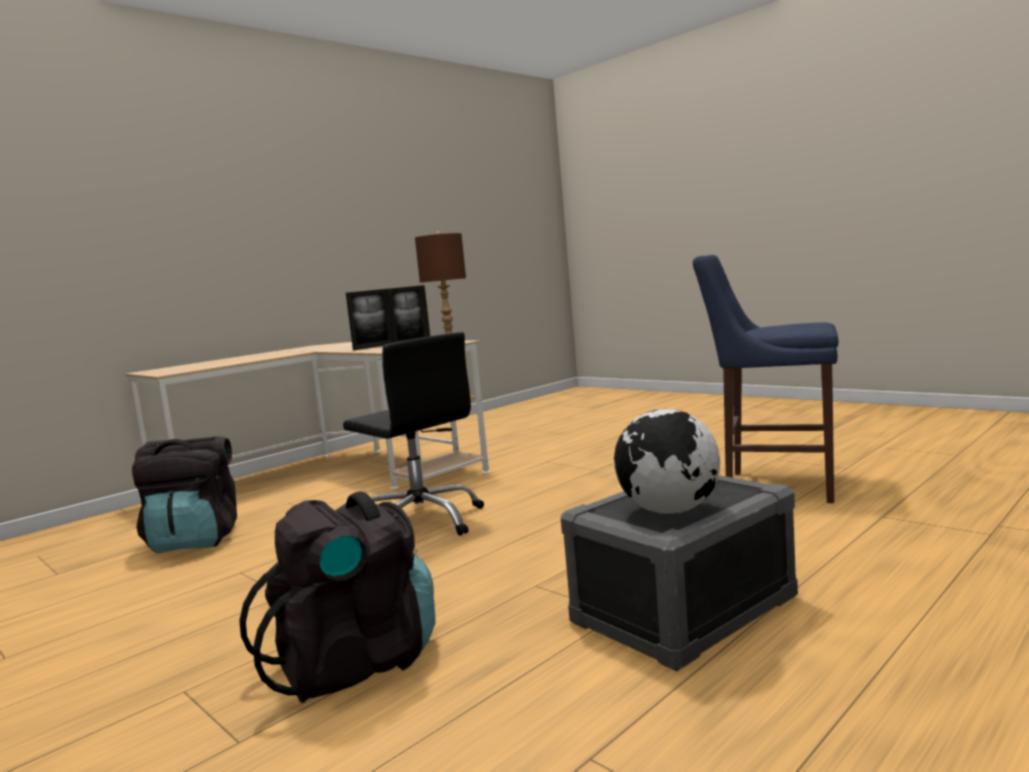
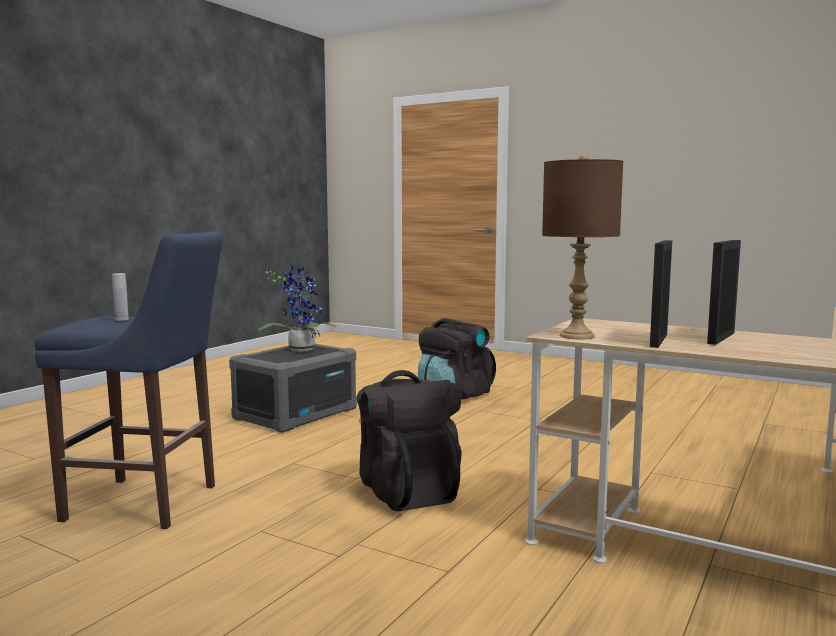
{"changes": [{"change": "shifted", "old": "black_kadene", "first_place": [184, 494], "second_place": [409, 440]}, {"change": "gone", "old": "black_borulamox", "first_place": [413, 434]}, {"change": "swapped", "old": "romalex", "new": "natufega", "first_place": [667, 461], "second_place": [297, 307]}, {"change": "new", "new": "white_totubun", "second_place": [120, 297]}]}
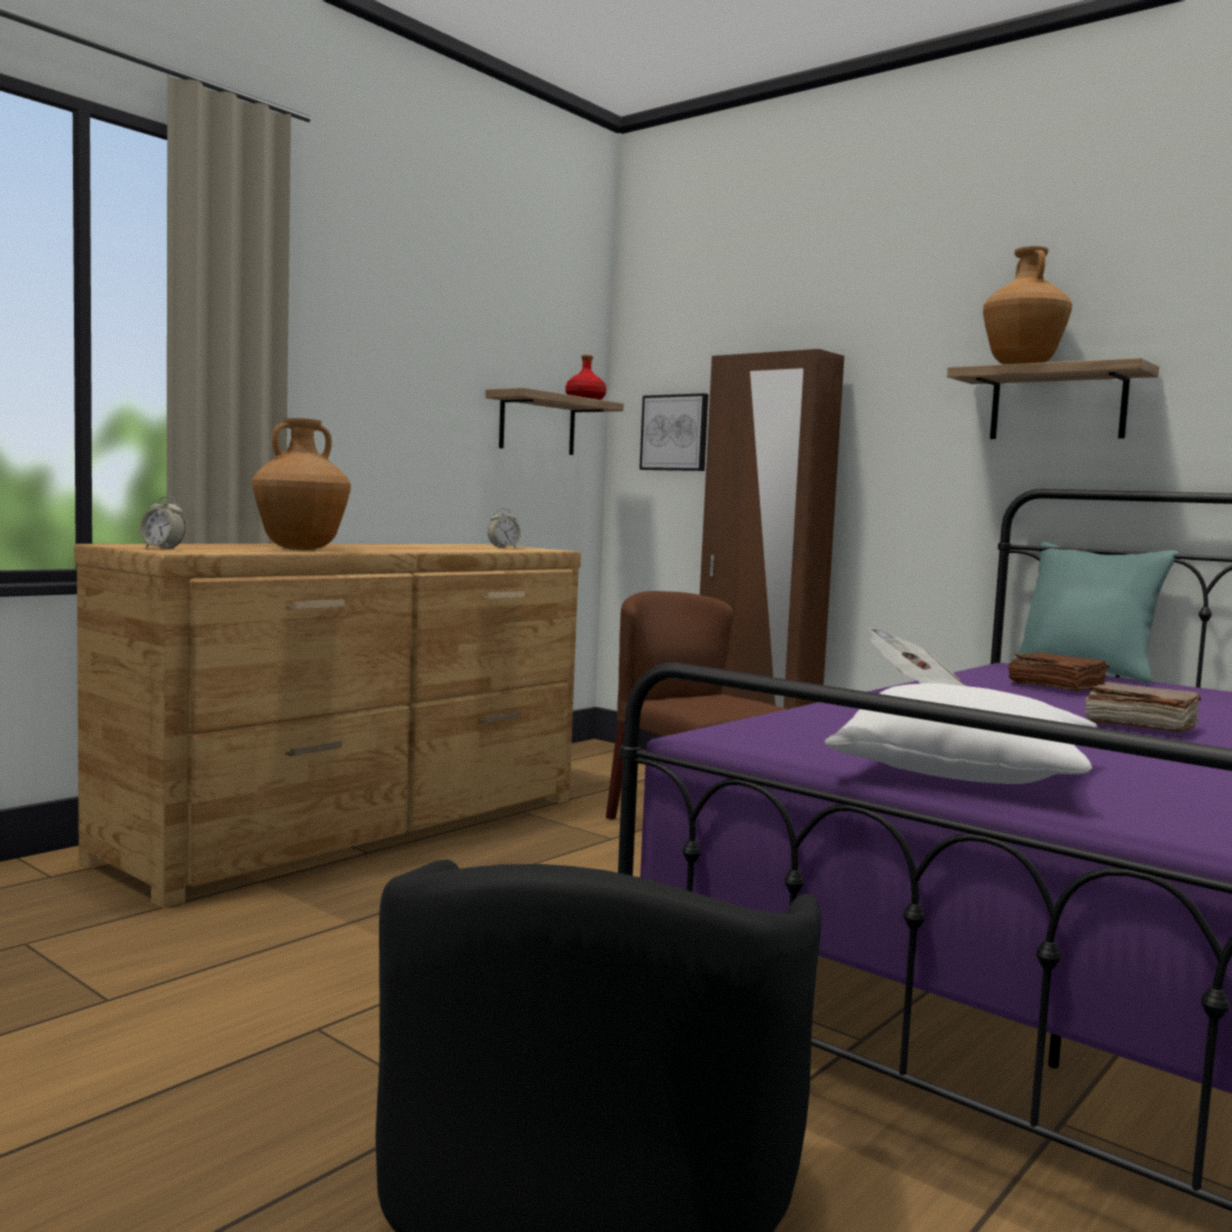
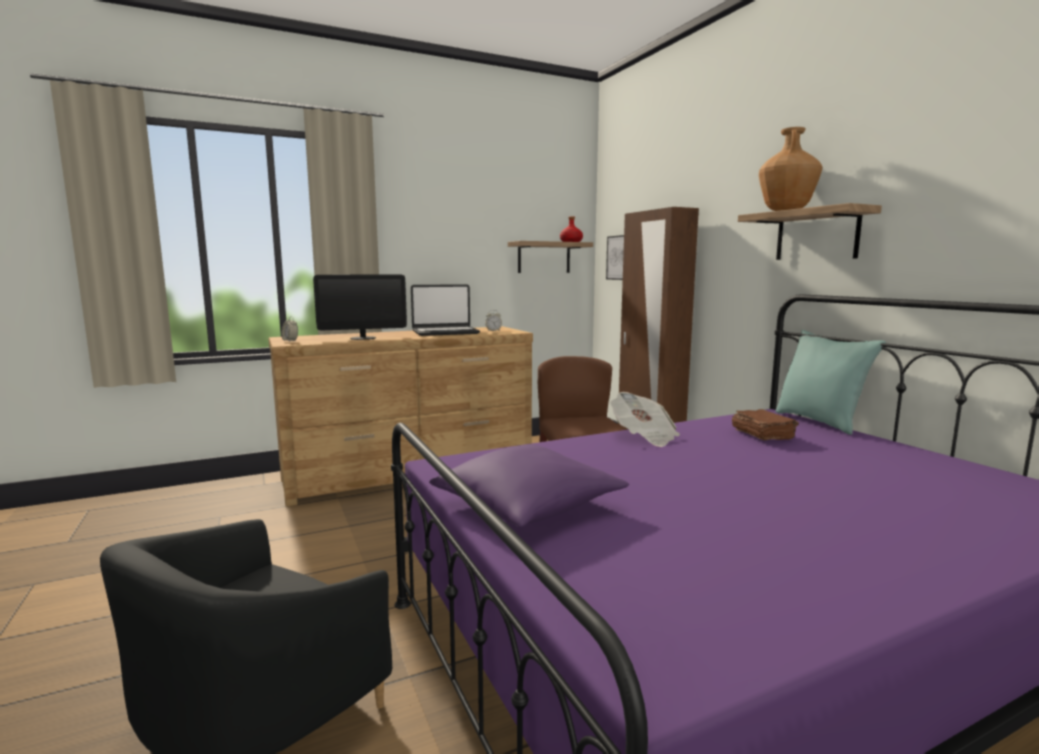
{"changes": [{"change": "swapped", "old": "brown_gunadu", "new": "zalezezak", "first_place": [301, 484], "second_place": [360, 307]}, {"change": "repainted", "old": "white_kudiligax", "new": "purple_kudiligax", "first_place": [961, 733], "second_place": [529, 486]}, {"change": "gone", "old": "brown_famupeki", "first_place": [1143, 707]}, {"change": "new", "new": "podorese", "second_place": [445, 310]}]}
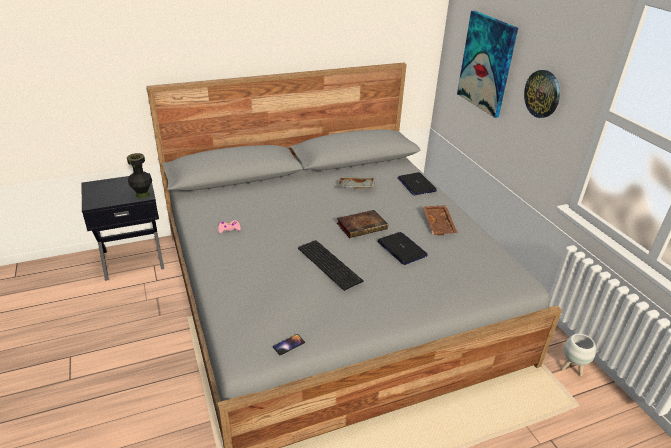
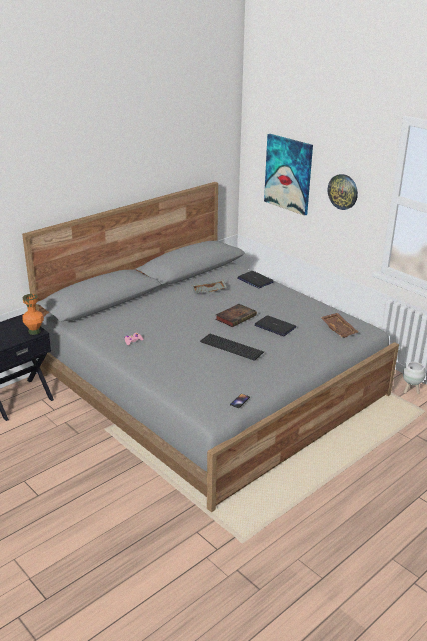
{"changes": [{"change": "repainted", "old": "black_gunadu", "new": "orange_gunadu", "first_place": [139, 175], "second_place": [33, 314]}, {"change": "shifted", "old": "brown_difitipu", "first_place": [440, 220], "second_place": [339, 325]}]}
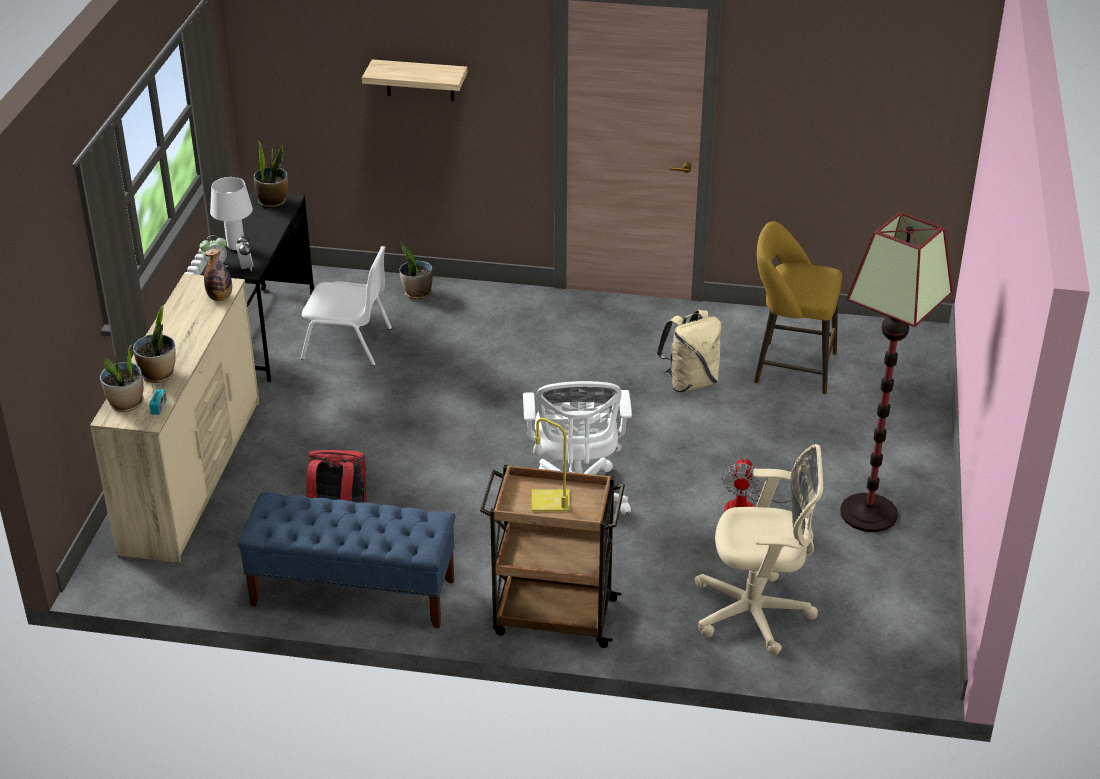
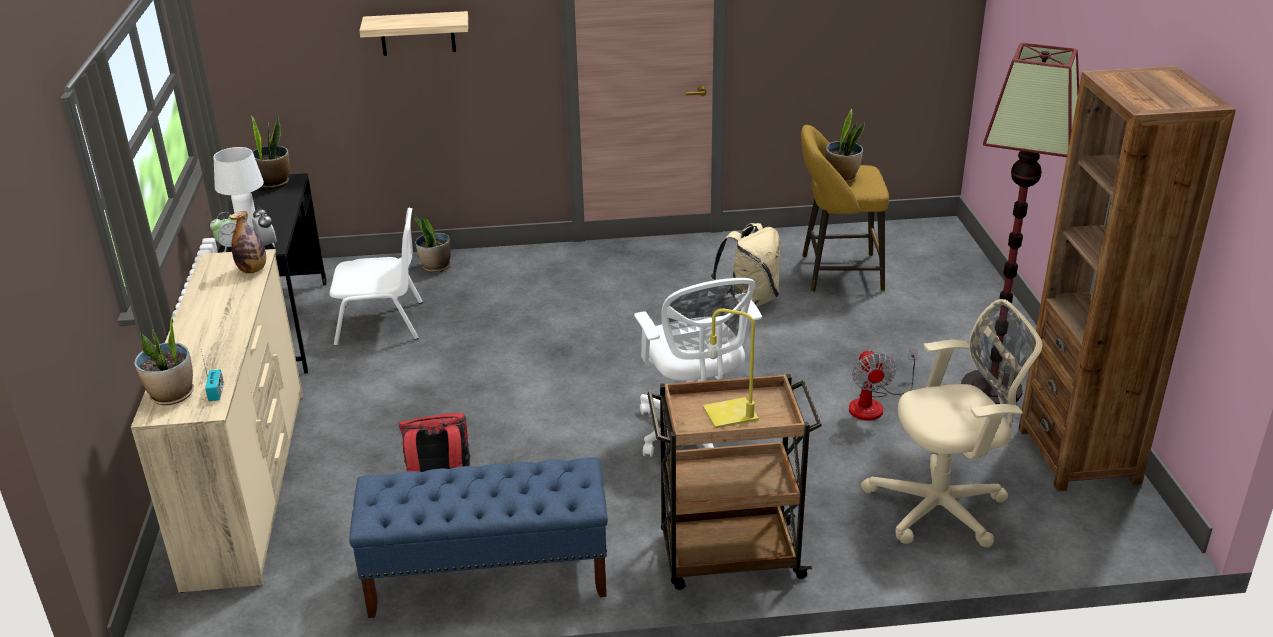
{"changes": [{"change": "shifted", "old": "natufega", "first_place": [154, 343], "second_place": [845, 146]}, {"change": "new", "new": "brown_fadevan", "second_place": [1127, 278]}]}
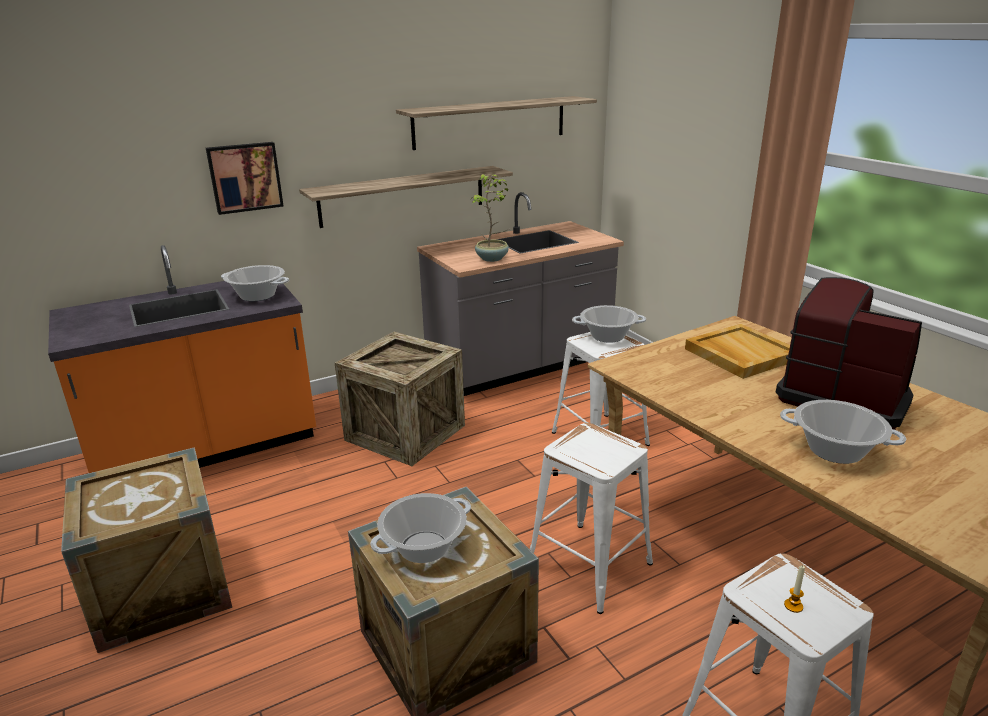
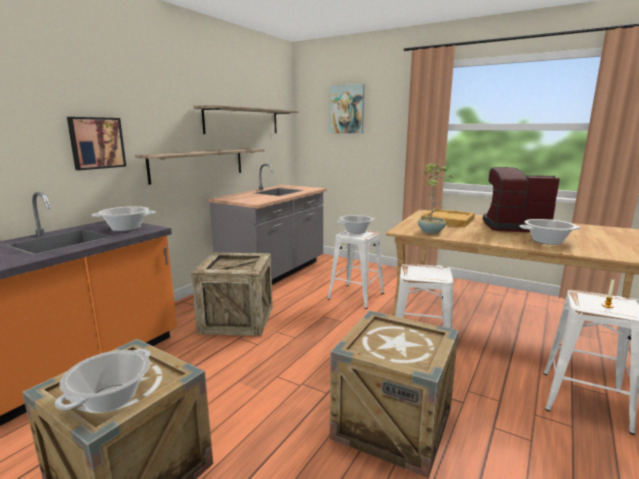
{"changes": [{"change": "shifted", "old": "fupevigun", "first_place": [420, 528], "second_place": [102, 380]}, {"change": "shifted", "old": "natufega", "first_place": [490, 218], "second_place": [436, 198]}, {"change": "new", "new": "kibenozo", "second_place": [347, 109]}]}
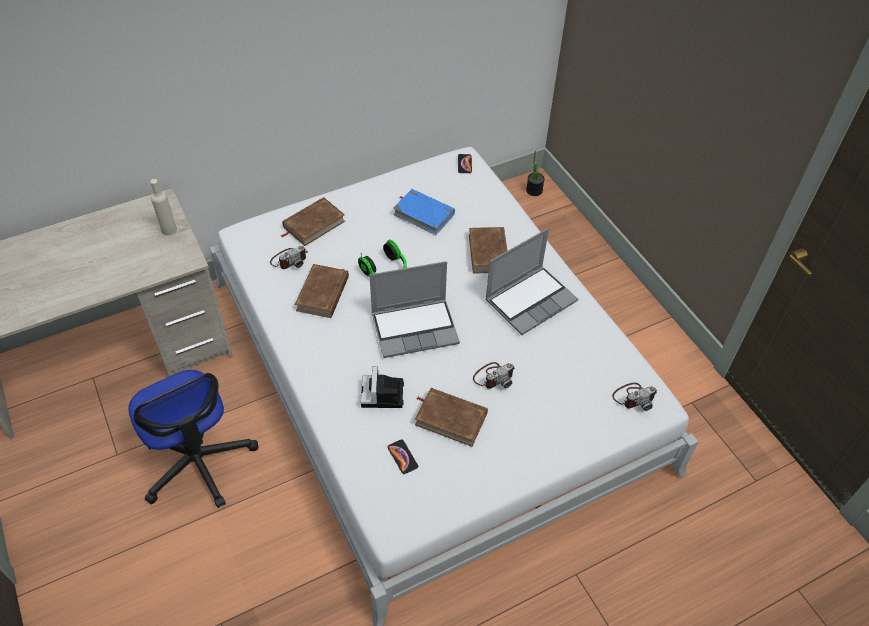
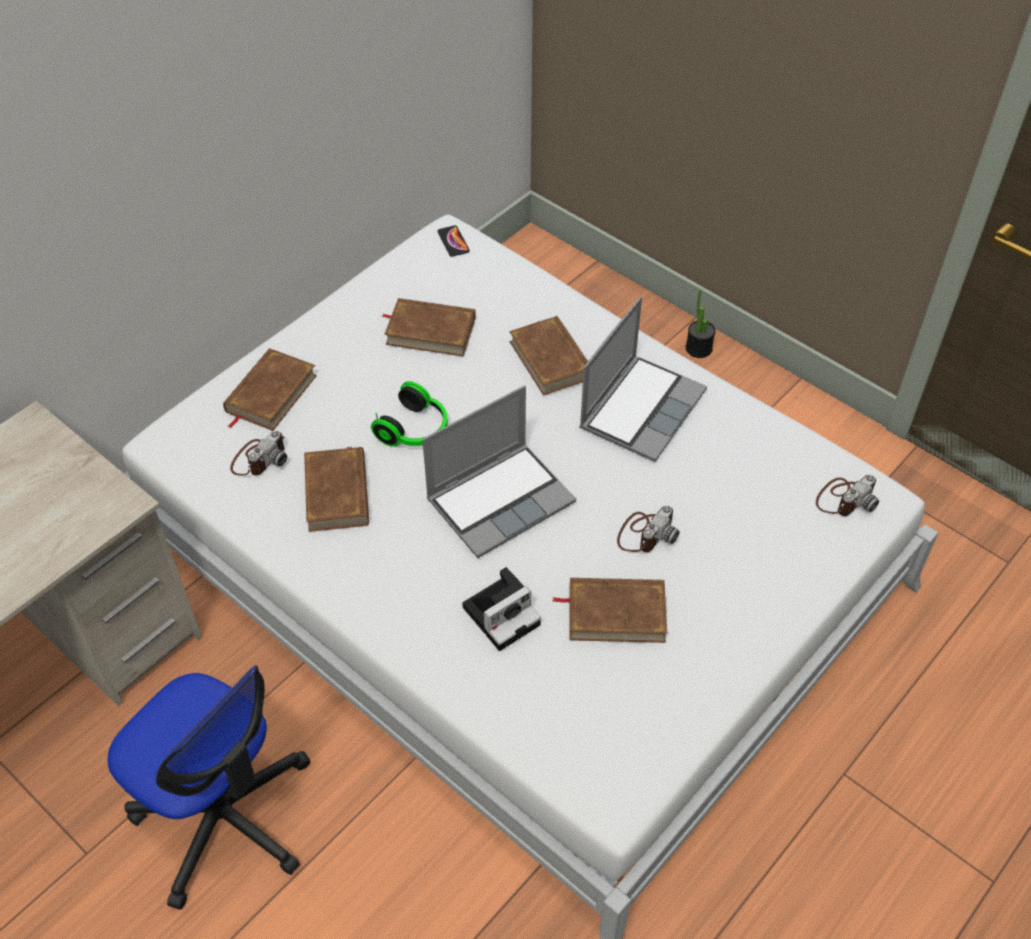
{"changes": [{"change": "gone", "old": "beige_totubun", "first_place": [163, 207]}, {"change": "rotated", "old": "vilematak", "first_place": [382, 387], "second_place": [501, 609], "degrees": -105}, {"change": "gone", "old": "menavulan", "first_place": [403, 456]}, {"change": "repainted", "old": "blue_famupeki", "new": "brown_famupeki", "first_place": [424, 212], "second_place": [429, 327]}, {"change": "shifted", "old": "natufega", "first_place": [535, 173], "second_place": [701, 323]}]}
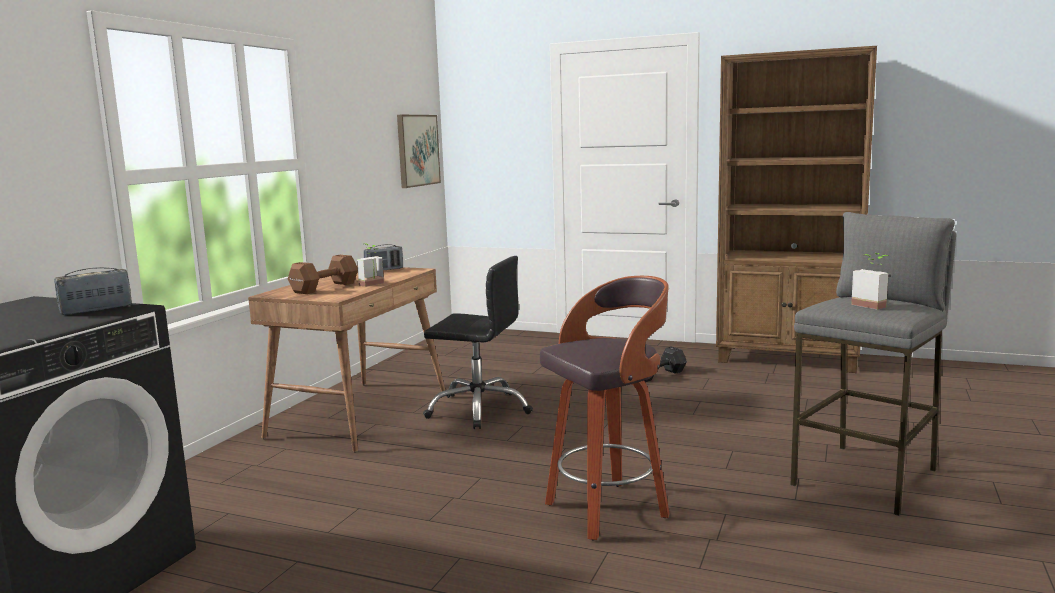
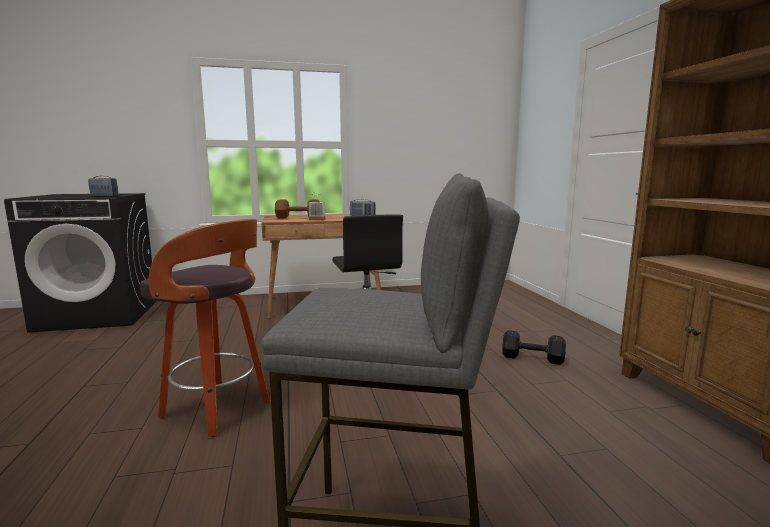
{"changes": [{"change": "gone", "old": "kibenozo", "first_place": [419, 151]}, {"change": "gone", "old": "natufega", "first_place": [870, 281]}]}
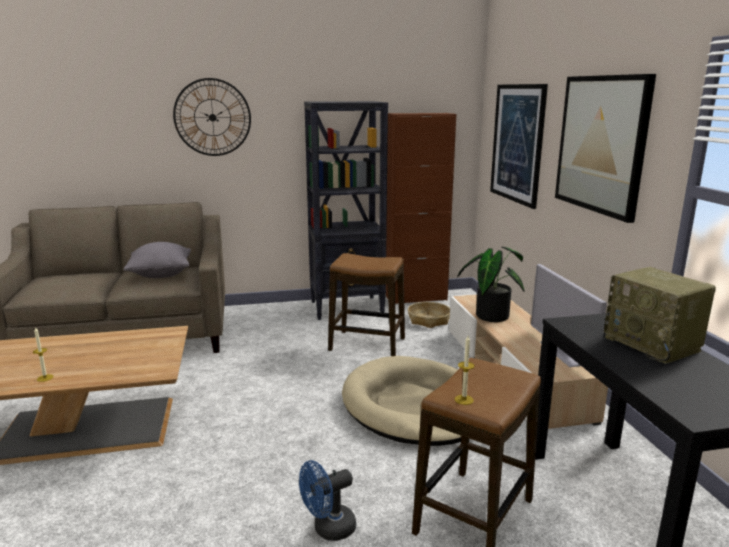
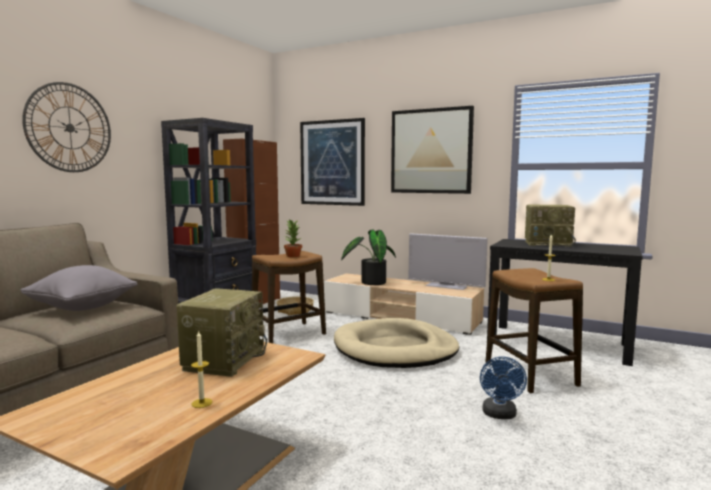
{"changes": [{"change": "new", "new": "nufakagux", "second_place": [221, 333]}, {"change": "new", "new": "natufega", "second_place": [293, 238]}]}
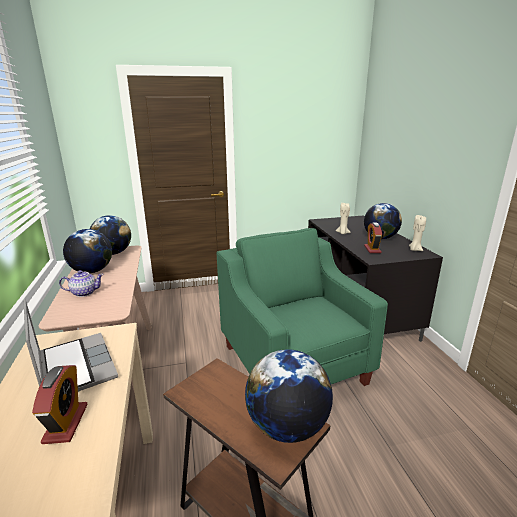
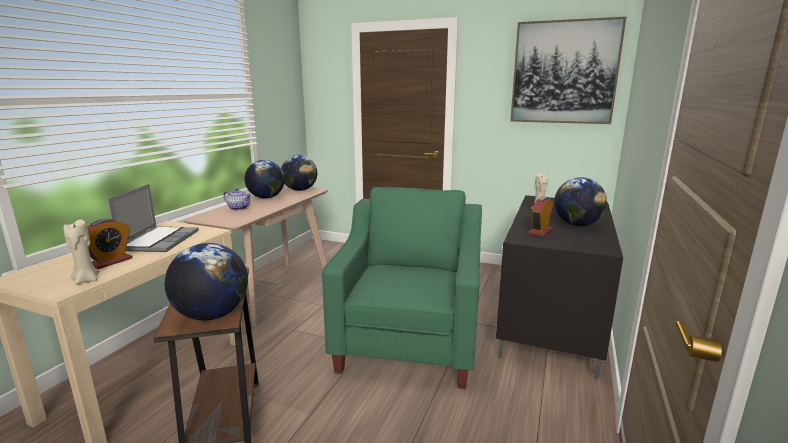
{"changes": [{"change": "shifted", "old": "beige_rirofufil", "first_place": [417, 233], "second_place": [82, 252]}, {"change": "new", "new": "kibenozo", "second_place": [568, 70]}]}
